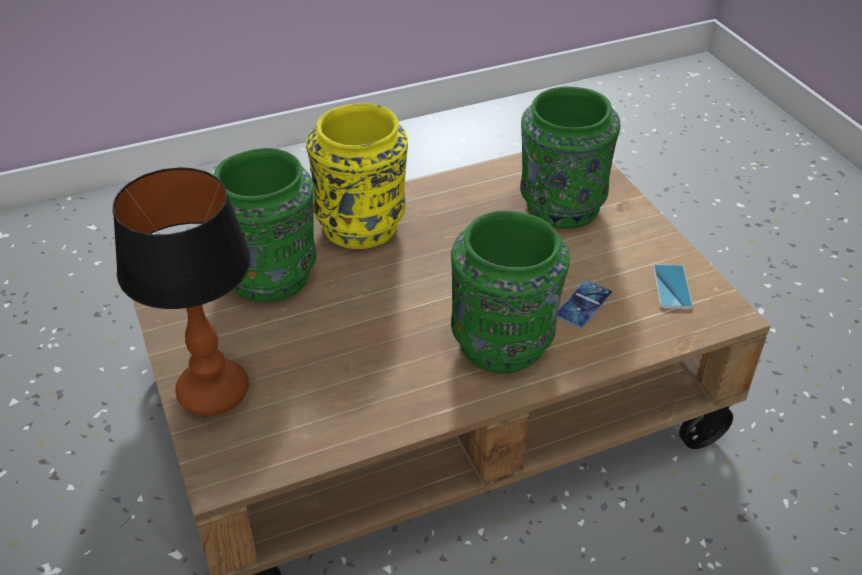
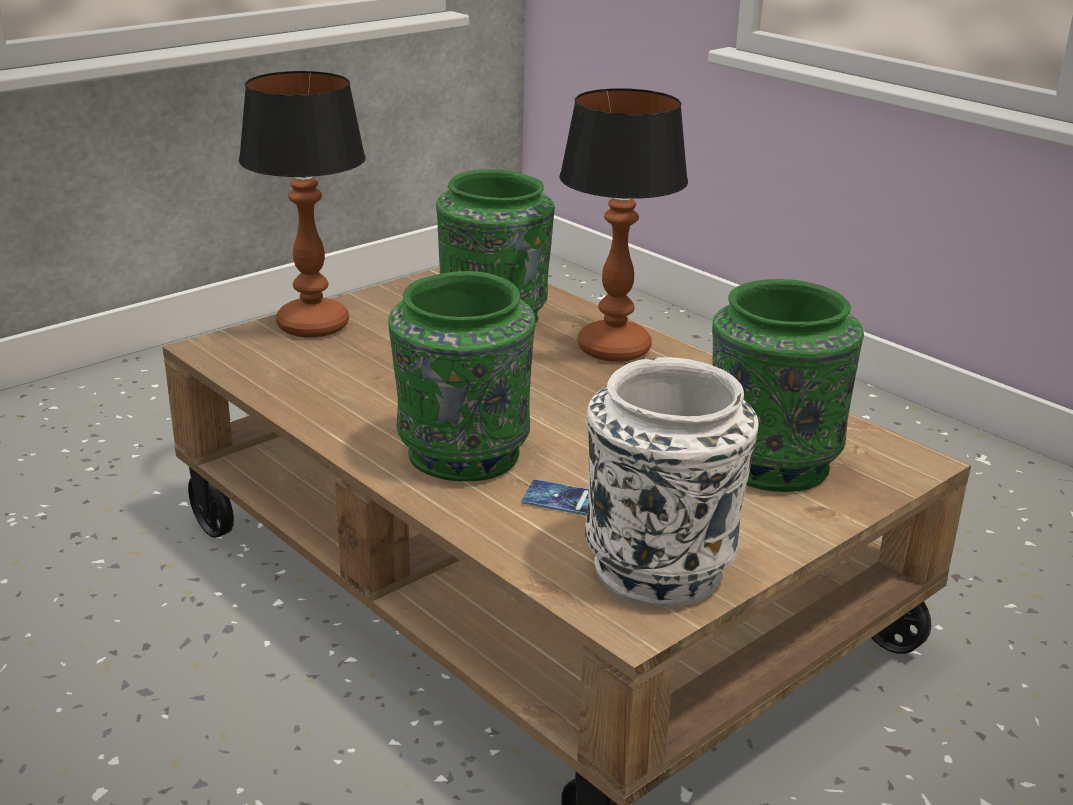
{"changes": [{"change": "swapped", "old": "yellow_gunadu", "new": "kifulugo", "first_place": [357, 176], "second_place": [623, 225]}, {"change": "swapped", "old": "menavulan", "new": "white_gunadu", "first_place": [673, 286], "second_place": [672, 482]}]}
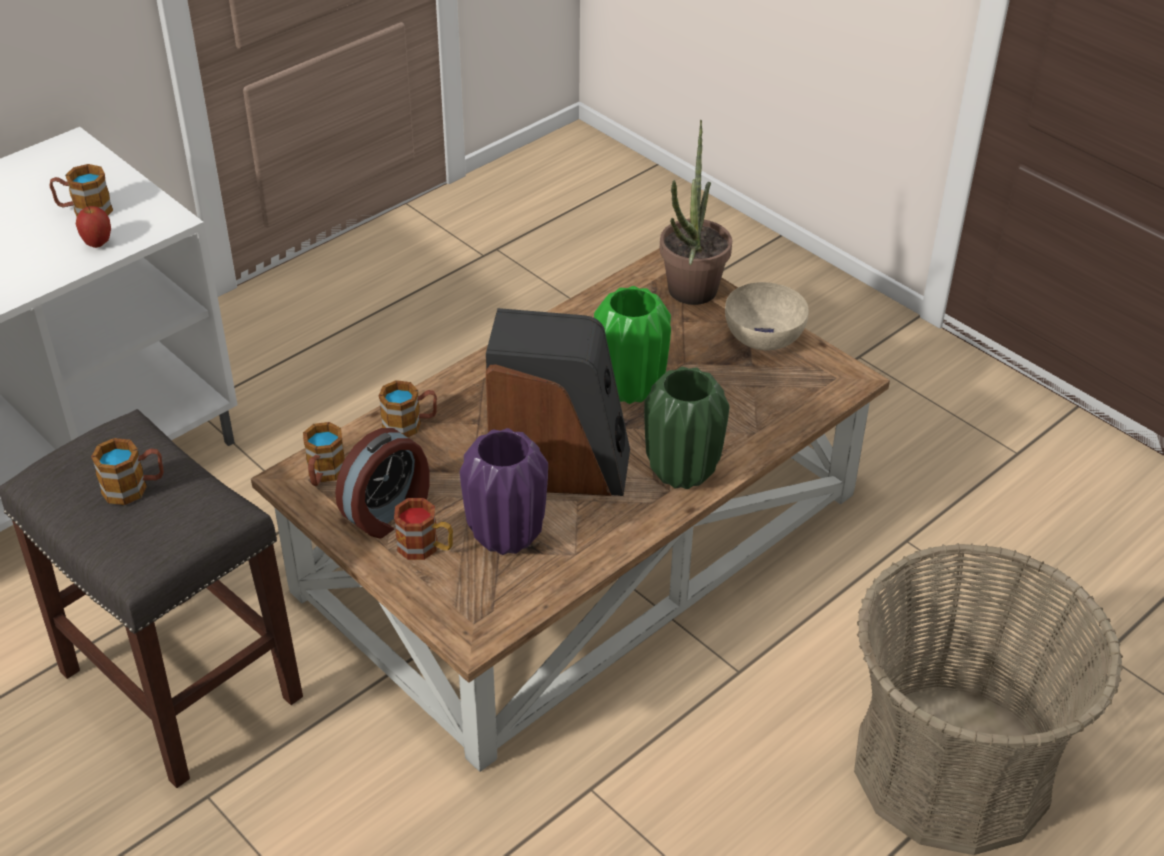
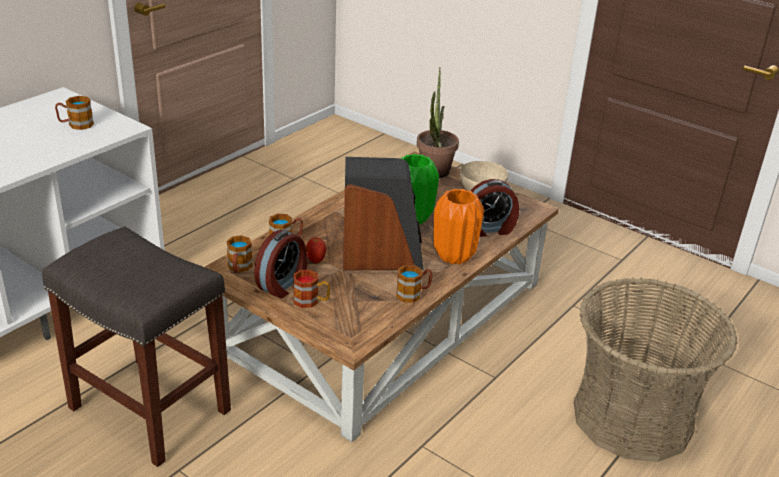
{"changes": [{"change": "shifted", "old": "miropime", "first_place": [93, 227], "second_place": [316, 250]}, {"change": "shifted", "old": "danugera", "first_place": [127, 471], "second_place": [414, 284]}, {"change": "gone", "old": "purple_gunadu", "first_place": [504, 491]}, {"change": "repainted", "old": "green_gunadu", "new": "orange_gunadu", "first_place": [687, 428], "second_place": [459, 226]}, {"change": "new", "new": "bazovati", "second_place": [495, 208]}]}
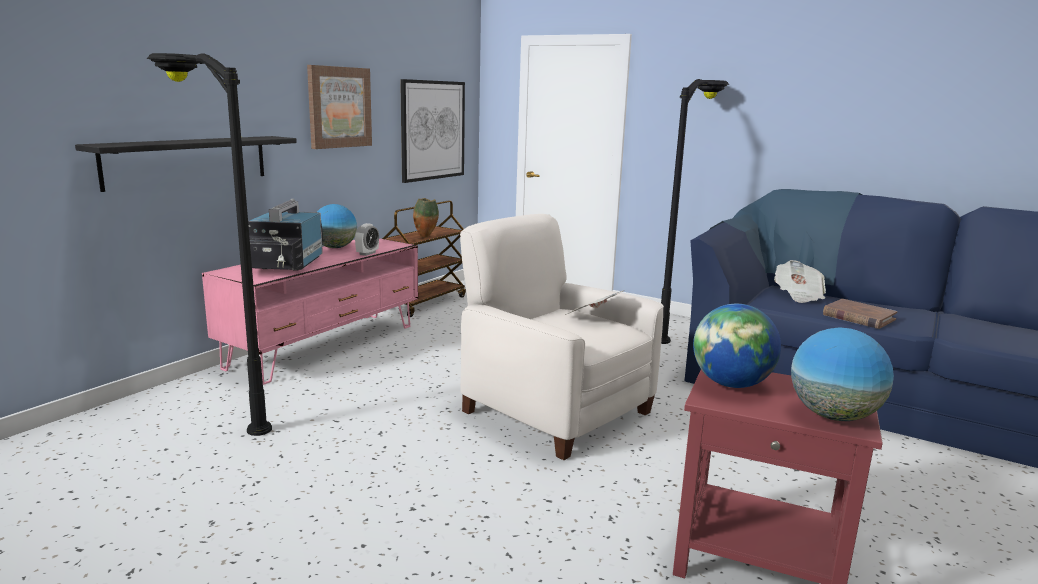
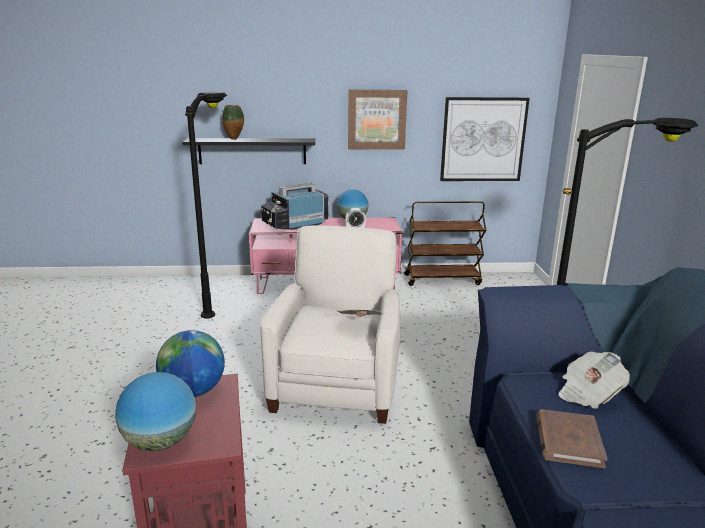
{"changes": [{"change": "shifted", "old": "gunadu", "first_place": [426, 218], "second_place": [233, 122]}]}
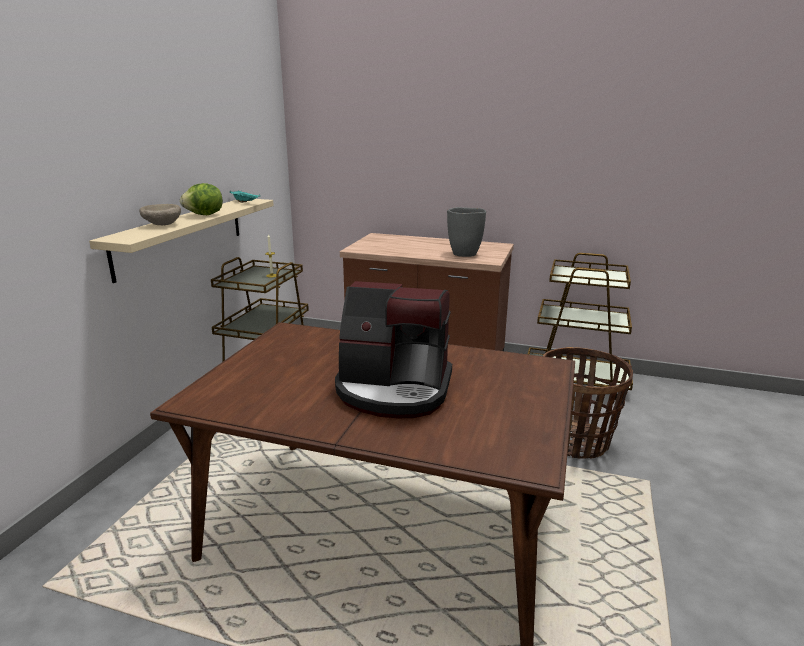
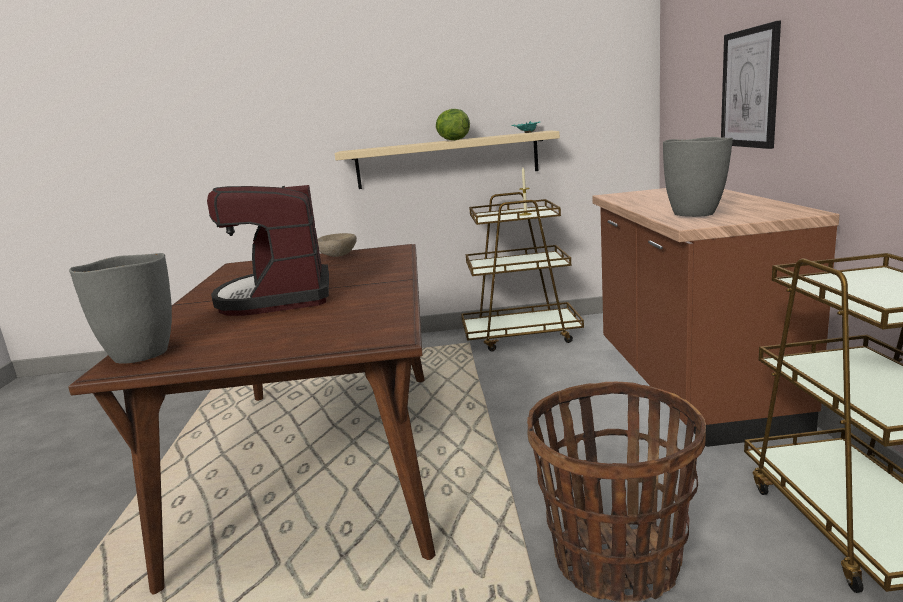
{"changes": [{"change": "shifted", "old": "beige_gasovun", "first_place": [160, 214], "second_place": [337, 245]}, {"change": "new", "new": "grey_gunadu", "second_place": [120, 308]}, {"change": "new", "new": "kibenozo", "second_place": [751, 84]}]}
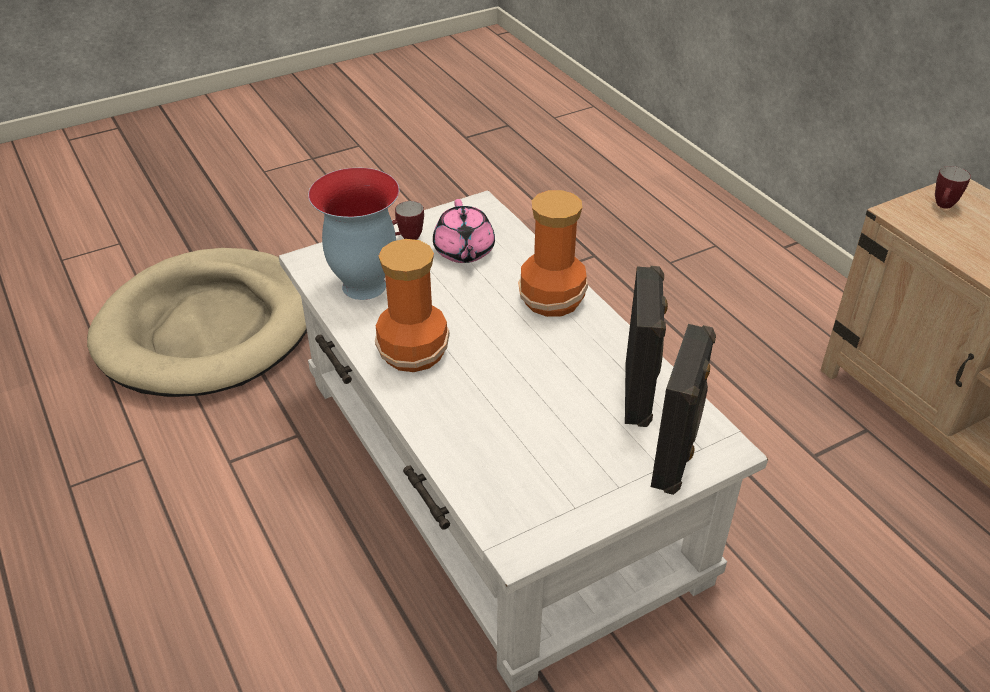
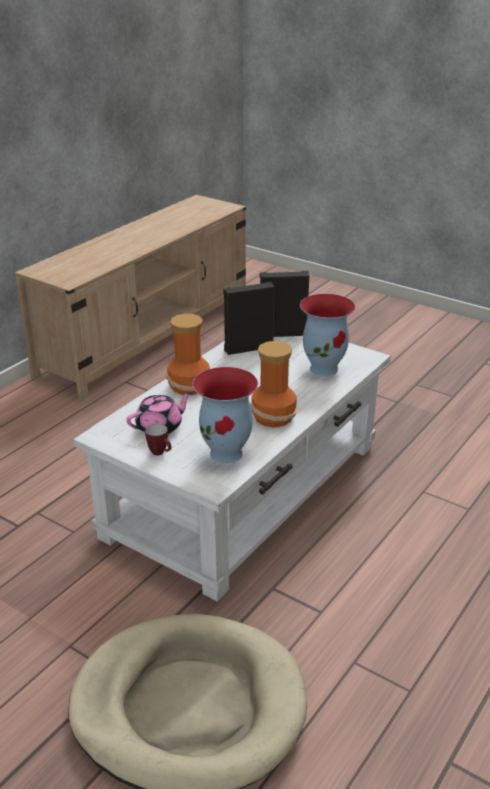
{"changes": [{"change": "gone", "old": "danugera", "first_place": [953, 187]}, {"change": "new", "new": "gunadu", "second_place": [328, 335]}]}
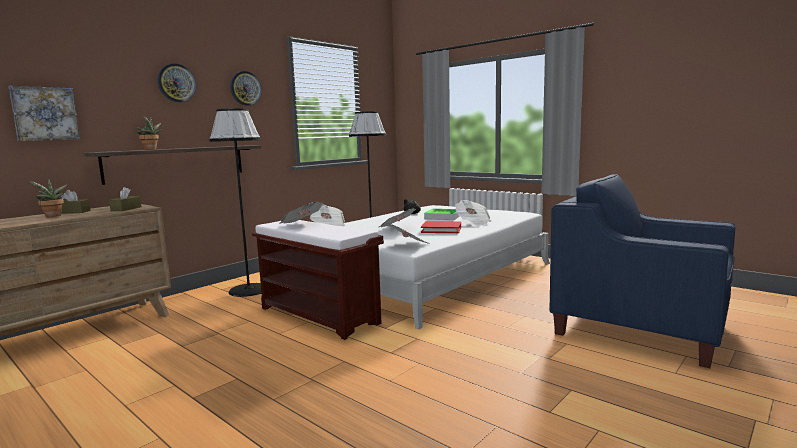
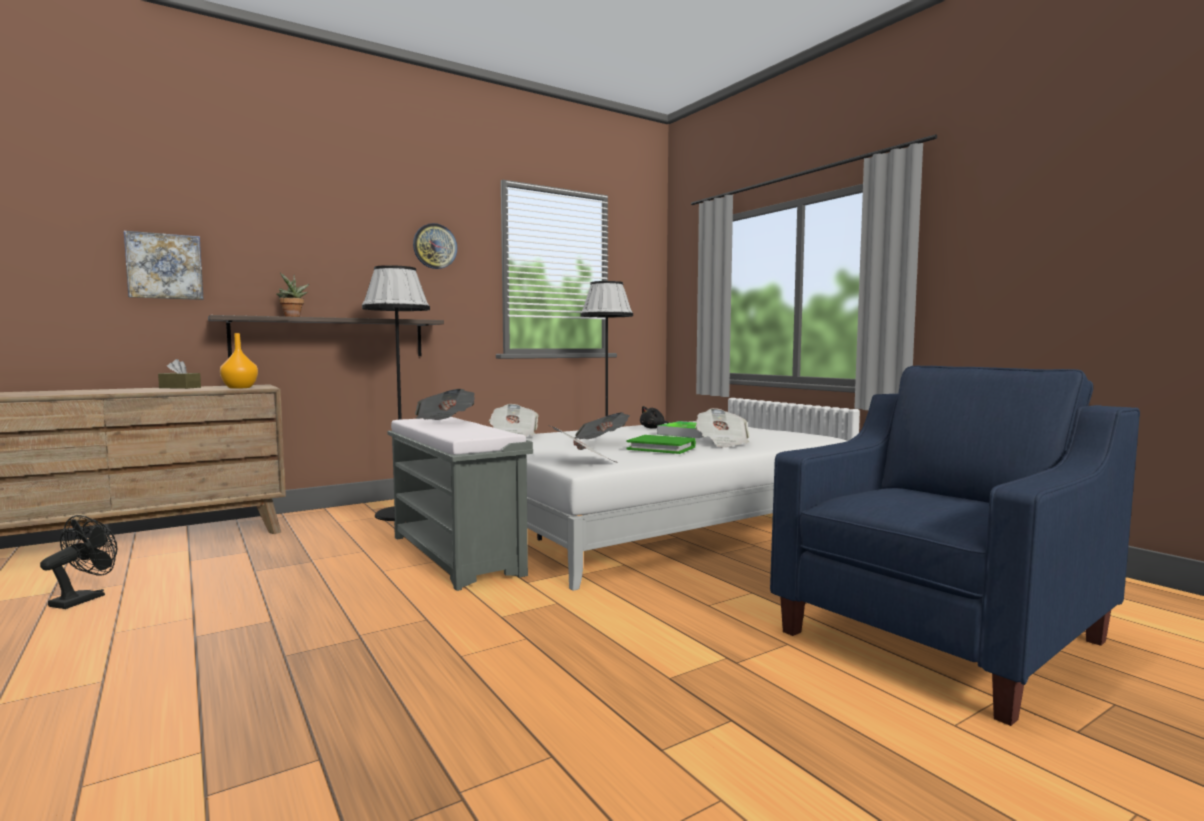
{"changes": [{"change": "gone", "old": "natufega", "first_place": [48, 198]}, {"change": "swapped", "old": "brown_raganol", "new": "orange_gunadu", "first_place": [125, 199], "second_place": [239, 361]}, {"change": "gone", "old": "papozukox", "first_place": [176, 82]}, {"change": "repainted", "old": "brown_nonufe", "new": "grey_nonufe", "first_place": [318, 280], "second_place": [460, 504]}, {"change": "repainted", "old": "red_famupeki", "new": "green_famupeki", "first_place": [441, 227], "second_place": [661, 444]}, {"change": "rotated", "old": "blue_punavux", "first_place": [642, 271], "second_place": [955, 546], "degrees": 90}, {"change": "new", "new": "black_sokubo", "second_place": [79, 562]}]}
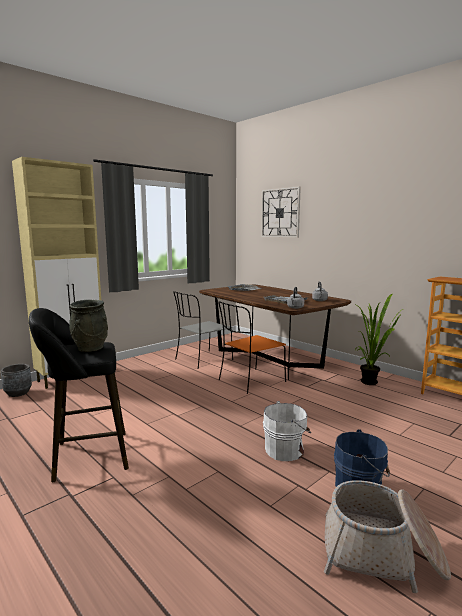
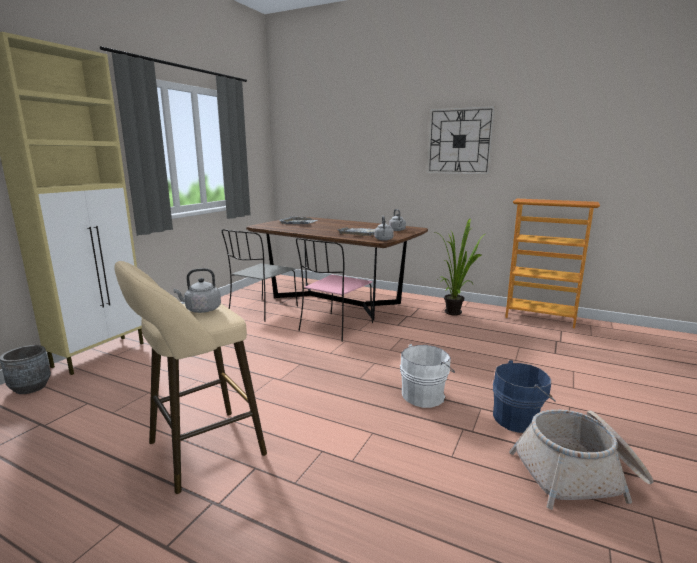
{"changes": [{"change": "repainted", "old": "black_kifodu", "new": "beige_kifodu", "first_place": [79, 395], "second_place": [190, 377]}, {"change": "swapped", "old": "grey_gunadu", "new": "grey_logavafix", "first_place": [88, 326], "second_place": [197, 290]}, {"change": "repainted", "old": "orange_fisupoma", "new": "pink_fisupoma", "first_place": [252, 347], "second_place": [334, 290]}, {"change": "shifted", "old": "papozukox", "first_place": [281, 212], "second_place": [461, 140]}]}
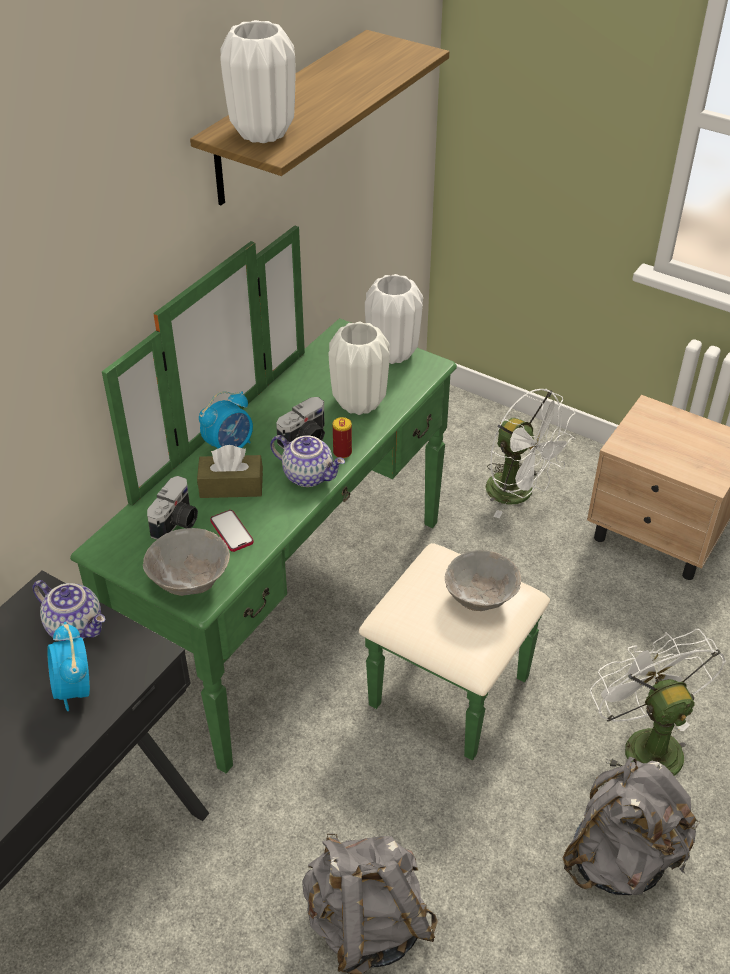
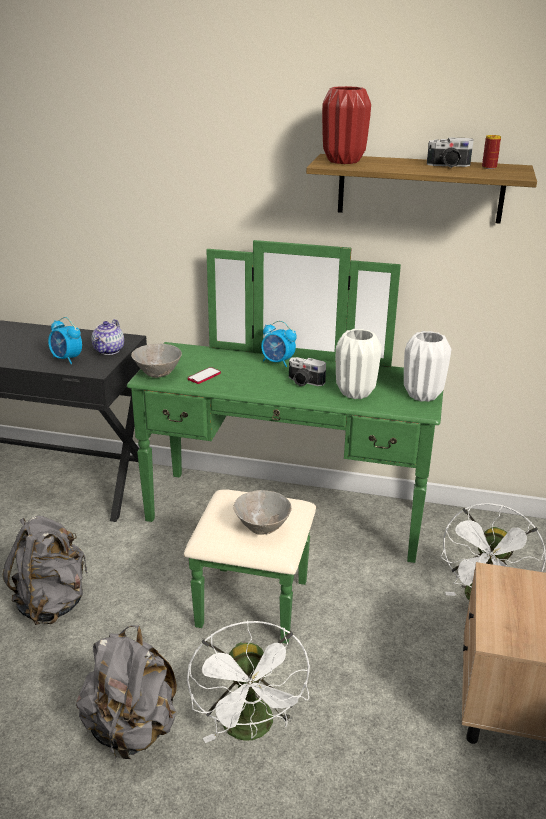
{"changes": [{"change": "rotated", "old": "bazovati", "first_place": [68, 666], "second_place": [65, 340], "degrees": -105}, {"change": "shifted", "old": "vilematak", "first_place": [172, 508], "second_place": [450, 152]}, {"change": "gone", "old": "brown_raganol", "first_place": [230, 471]}, {"change": "repainted", "old": "white_gunadu", "new": "red_gunadu", "first_place": [258, 81], "second_place": [346, 125]}, {"change": "gone", "old": "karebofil", "first_place": [307, 461]}, {"change": "shifted", "old": "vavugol", "first_place": [342, 438], "second_place": [491, 152]}, {"change": "rotated", "old": "white_sokubo", "first_place": [658, 702], "second_place": [248, 682], "degrees": 120}]}
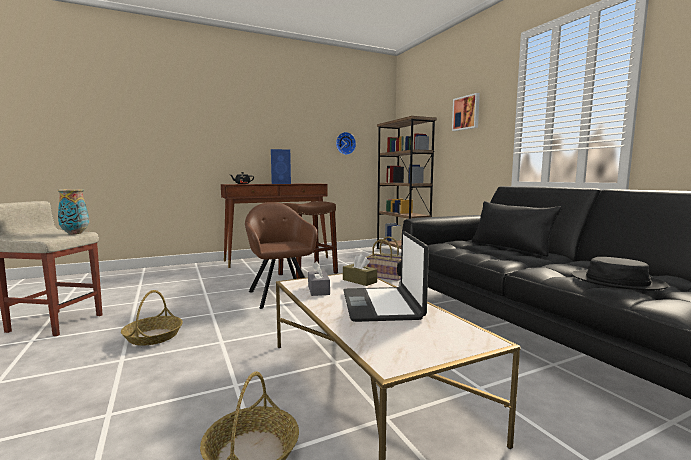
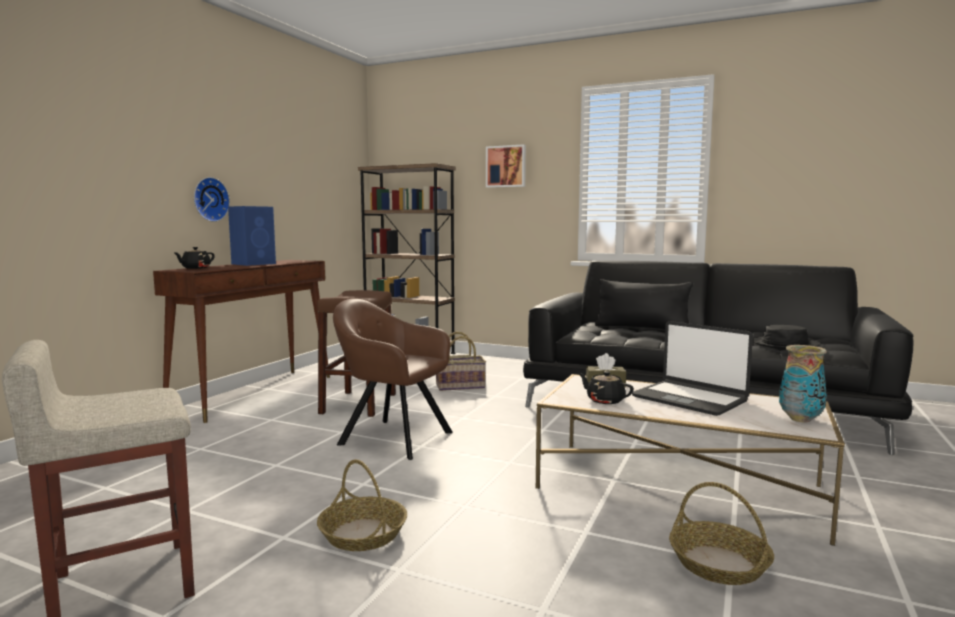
{"changes": [{"change": "shifted", "old": "gunadu", "first_place": [73, 211], "second_place": [803, 383]}, {"change": "swapped", "old": "grey_raganol", "new": "black_karebofil", "first_place": [319, 278], "second_place": [606, 387]}, {"change": "shifted", "old": "papozukox", "first_place": [346, 143], "second_place": [212, 199]}]}
